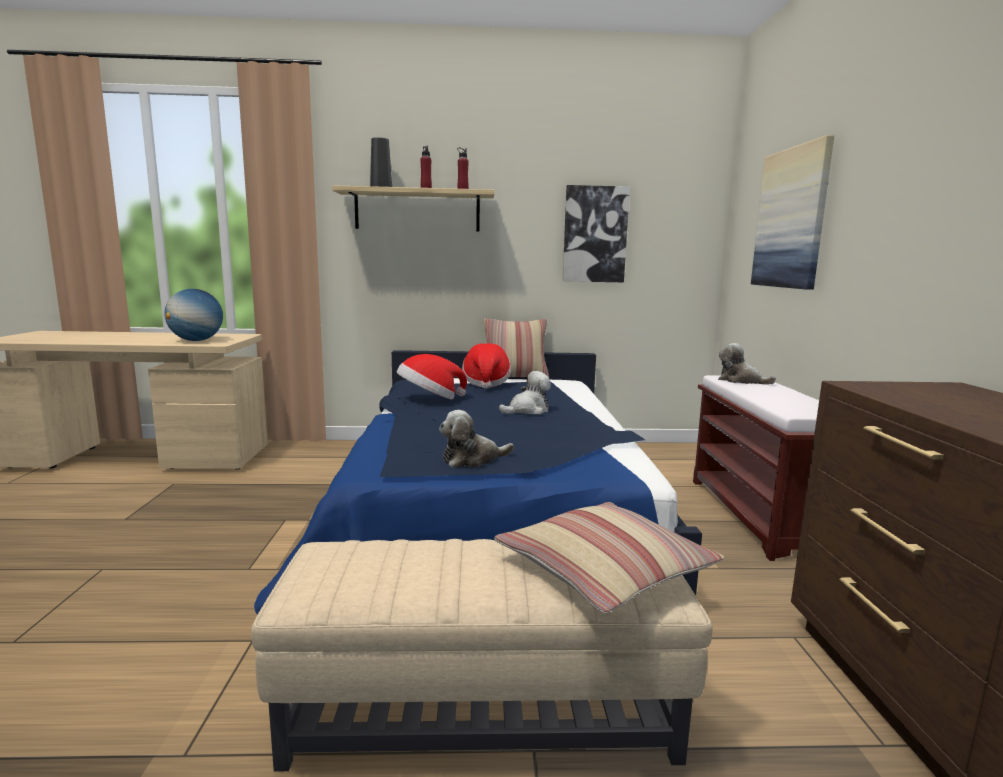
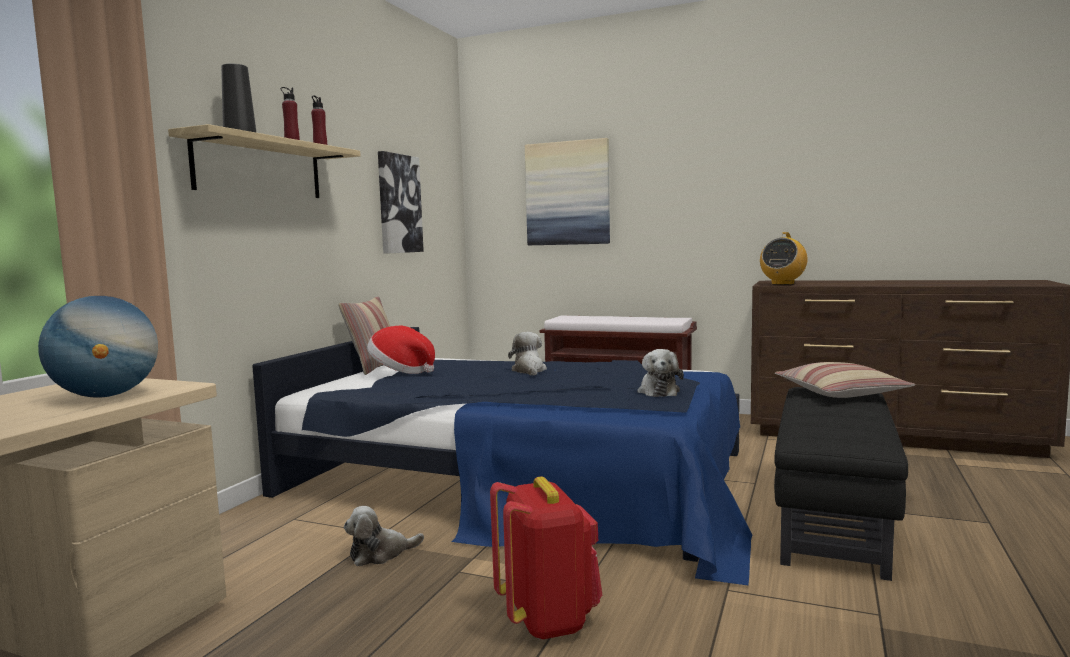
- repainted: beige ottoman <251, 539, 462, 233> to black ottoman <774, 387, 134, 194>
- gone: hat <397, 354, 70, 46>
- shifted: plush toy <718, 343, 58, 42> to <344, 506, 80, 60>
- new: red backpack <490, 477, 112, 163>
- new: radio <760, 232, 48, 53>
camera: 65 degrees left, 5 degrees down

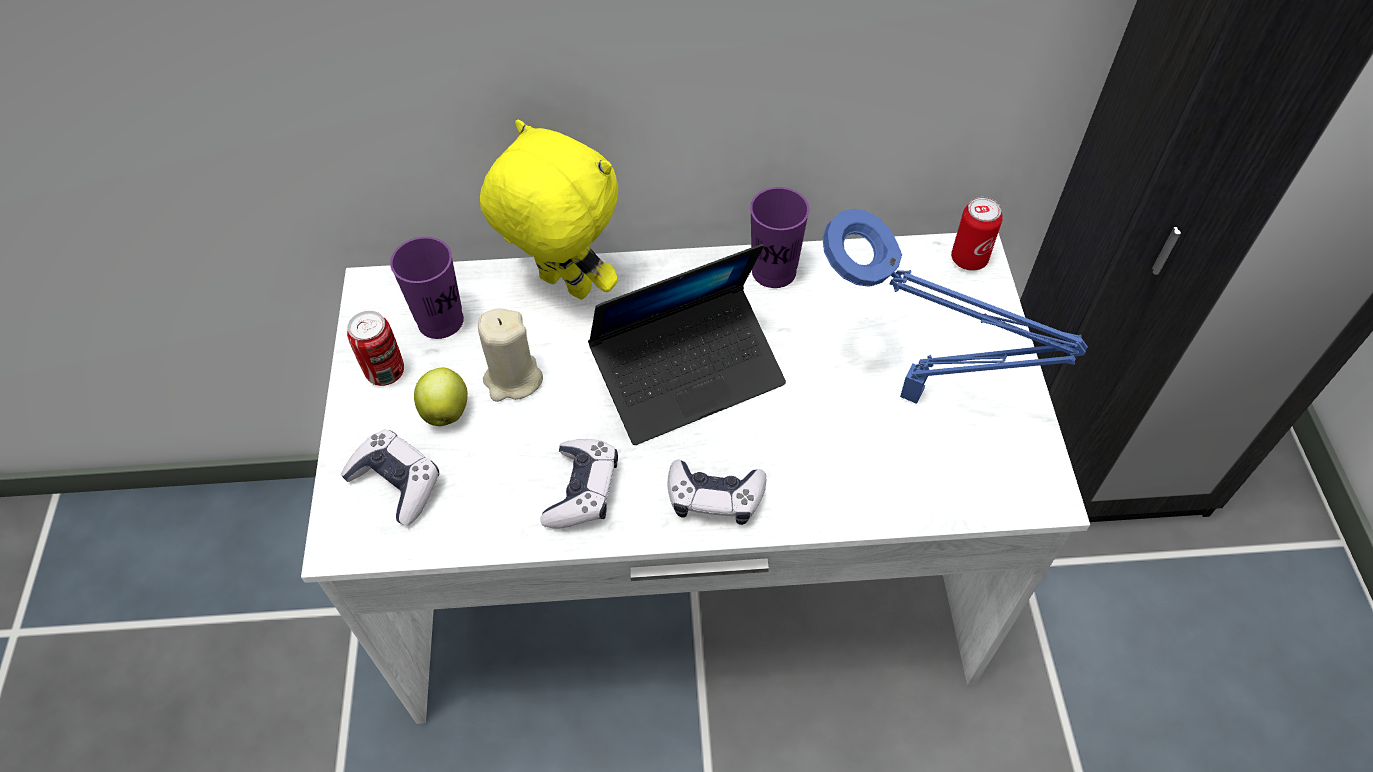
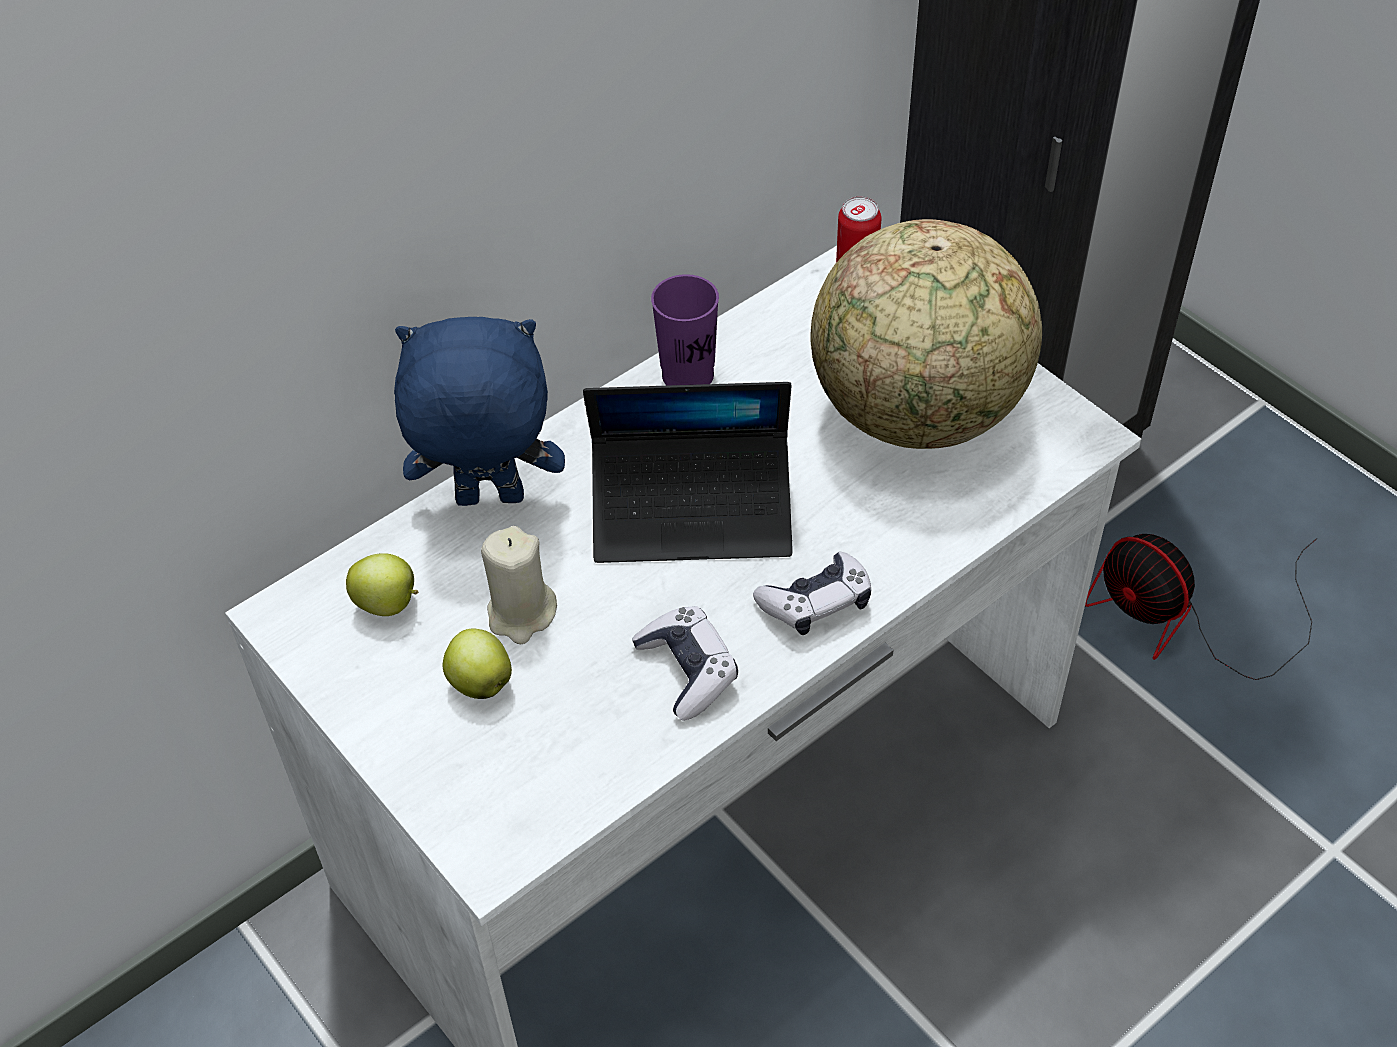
- gone: game controller <341, 429, 98, 97>
- gone: can <347, 311, 57, 75>
- swapped: purple cup <390, 237, 74, 102> to apple <346, 553, 72, 63>
- repainted: yellow plush toy <480, 120, 138, 180> to blue plush toy <394, 317, 171, 189>
- rotated: laptop <588, 244, 198, 201> = <583, 382, 210, 181> 60 degrees clockwise
- swapped: blue table lamp <822, 209, 266, 195> to globe <810, 219, 232, 230>
- new: fan <1085, 534, 232, 146>
camera: 35 degrees left, 5 degrees down

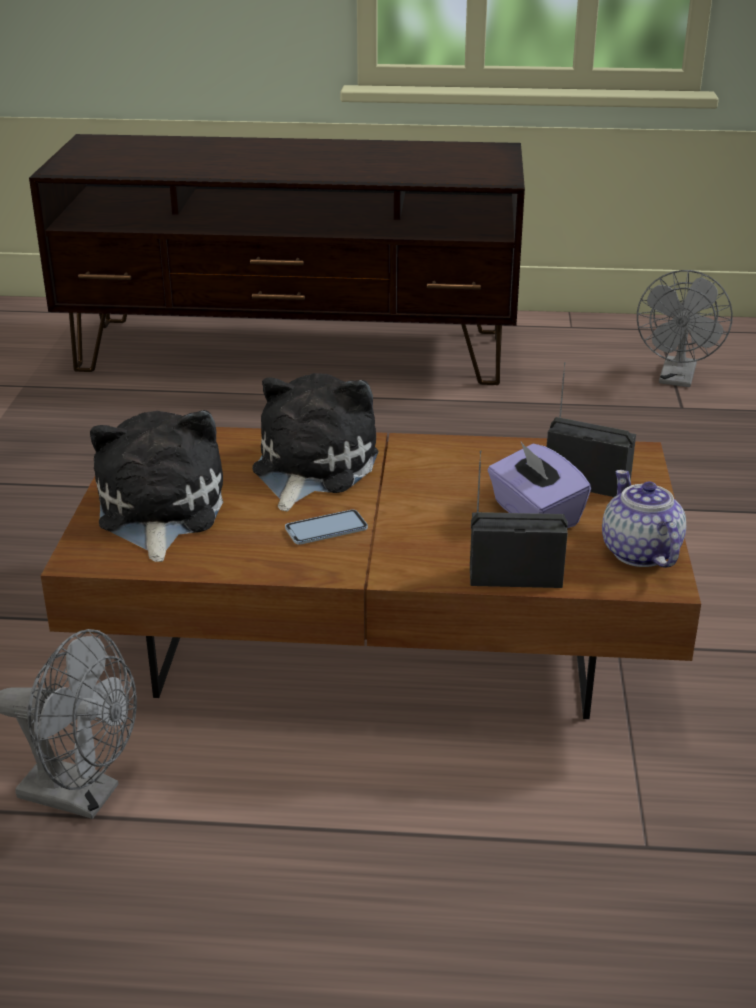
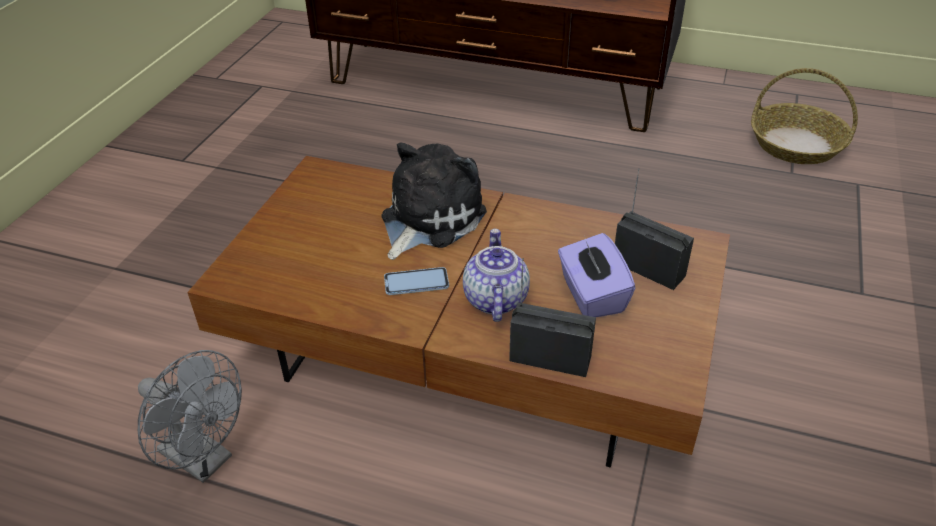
- gone: plush toy <90, 410, 133, 152>
- shifted: teapot <602, 470, 84, 98> to <463, 229, 67, 93>
- swapped: grey fan <637, 270, 96, 117> to basket <751, 68, 107, 96>
camera: 15 degrees right, 10 degrees up

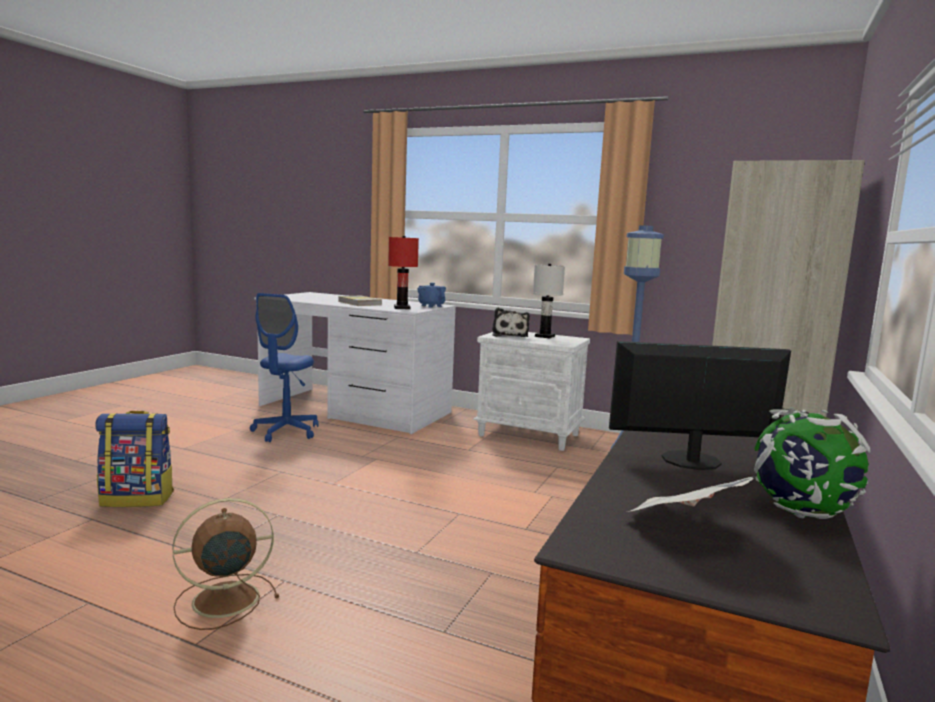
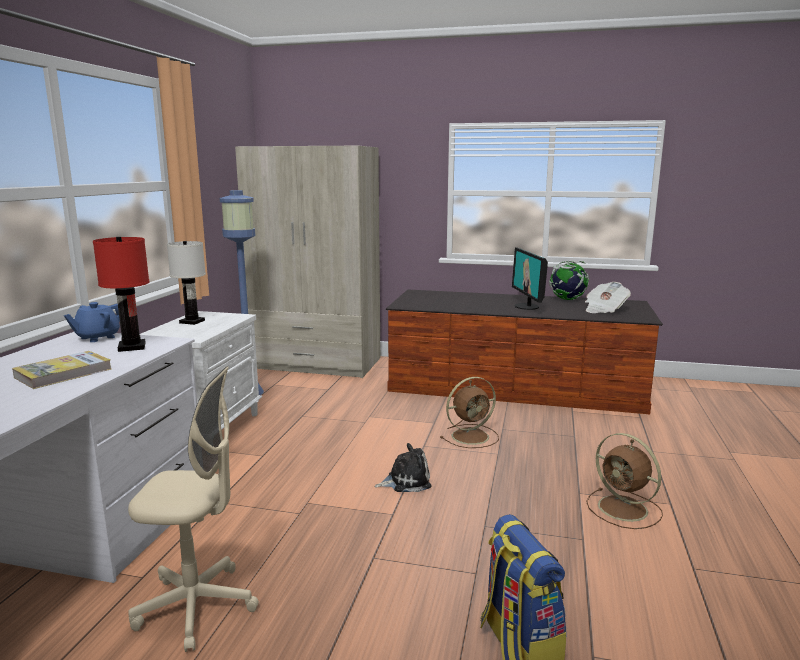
- repainted: blue office chair <250, 293, 69, 149> to beige office chair <128, 366, 131, 286>
- shifted: plush toy <492, 308, 38, 29> to <374, 443, 58, 49>
- new: brown fan <440, 377, 59, 71>
camera: 100 degrees left, 5 degrees up

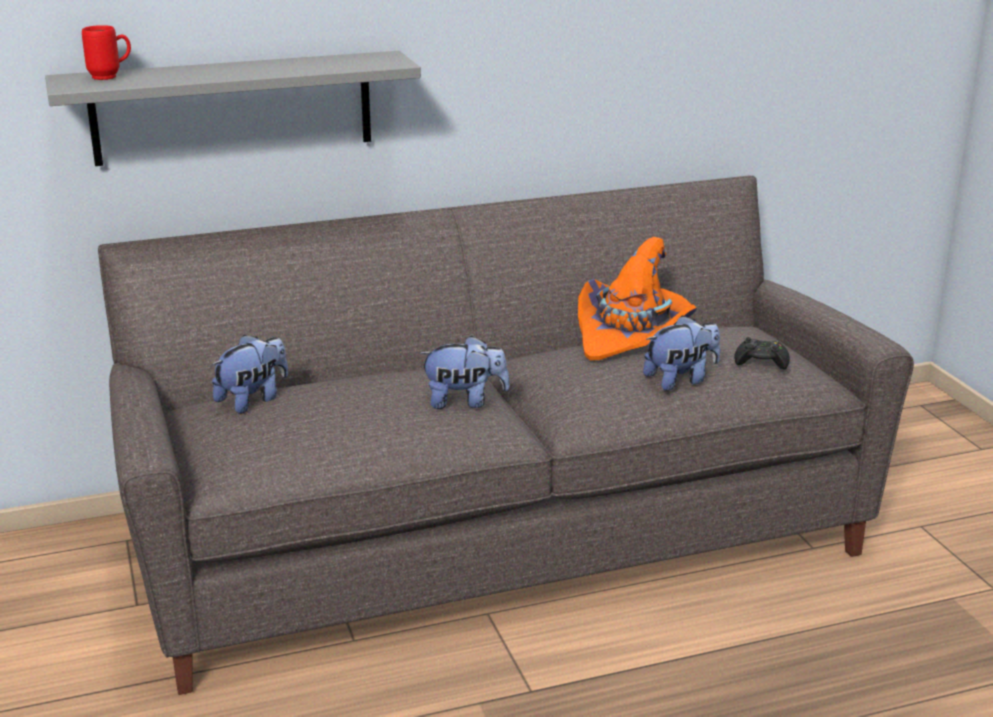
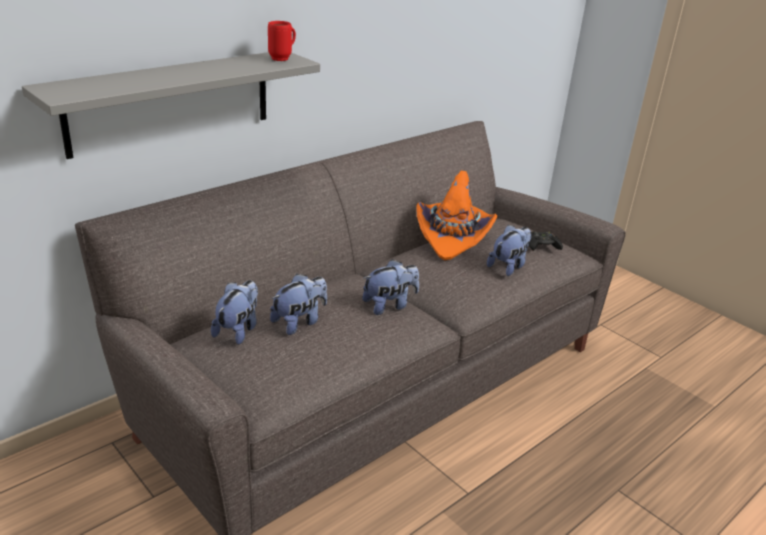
- shifted: red mug <82, 25, 49, 55> to <268, 21, 28, 40>
- new: plush toy <270, 274, 57, 61>
camera: 25 degrees left, 5 degrees up

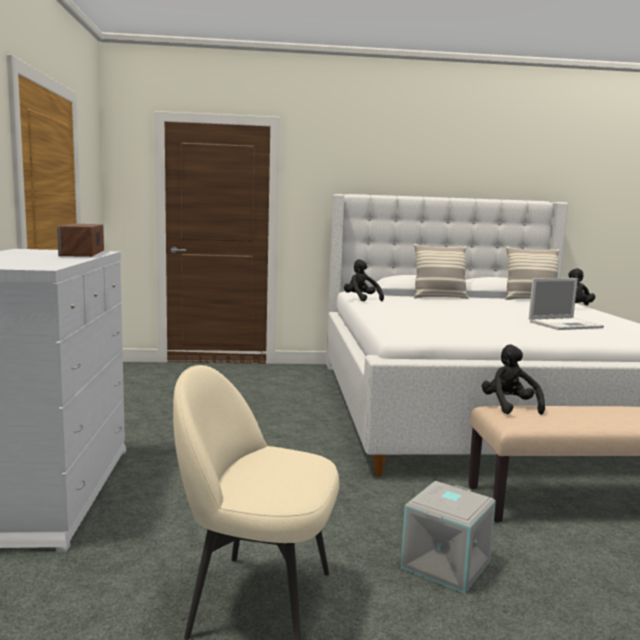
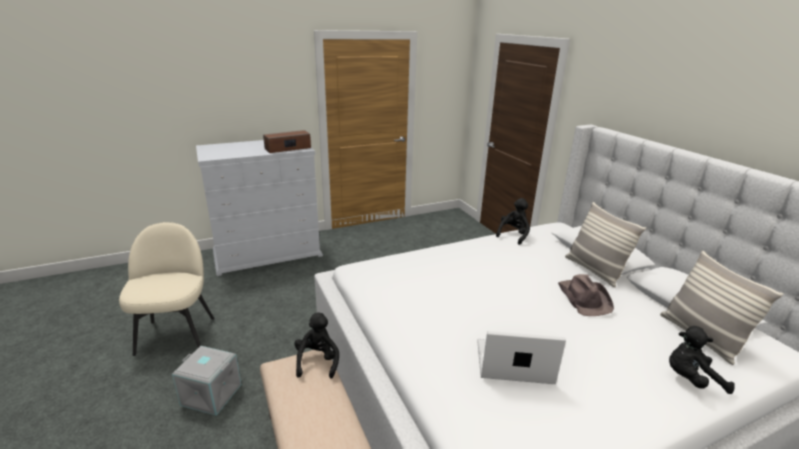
- rotated: black plush toy <482, 345, 63, 70> = <294, 312, 45, 66> 60 degrees counterclockwise
- rotated: laptop <529, 278, 75, 52> = <477, 331, 89, 53> 135 degrees clockwise
- new: brown hat <558, 274, 56, 42>
camera: 70 degrees right, 15 degrees up

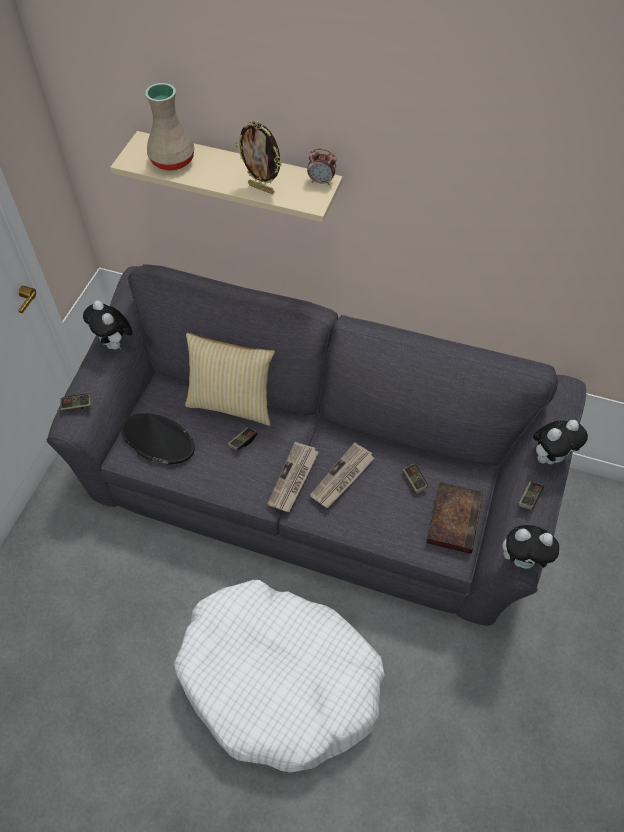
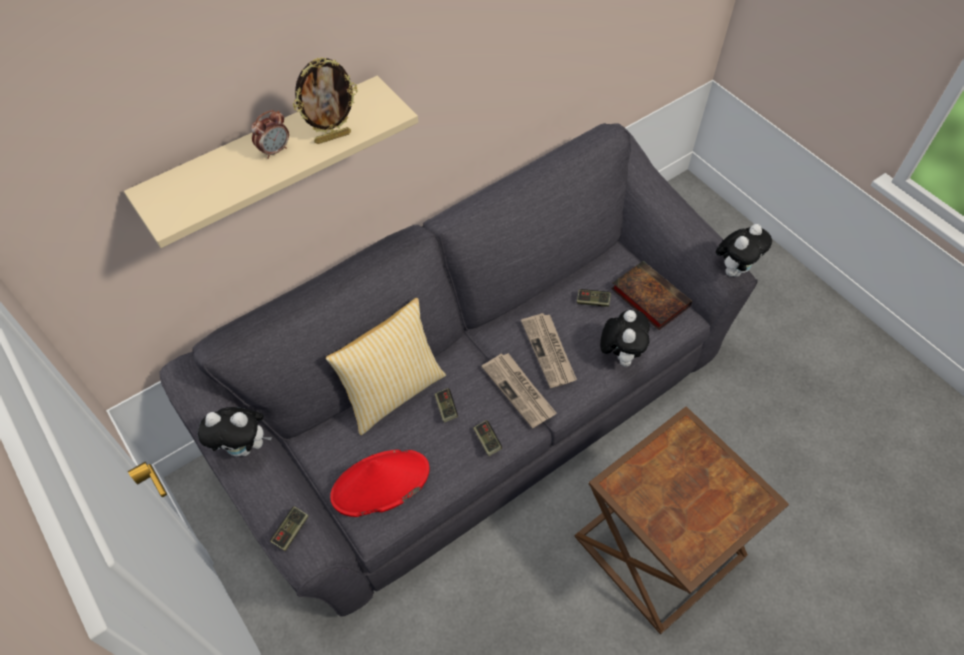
- repainted: black hat <121, 413, 74, 52> to red hat <330, 450, 100, 67>
- gone: beige vase <145, 83, 49, 88>
- swapped: white dog bed <174, 580, 211, 193> to brown side table <574, 406, 215, 228>
- shifted: alarm clock <307, 149, 29, 36> to <251, 110, 38, 49>
- shifted: game controller <518, 481, 26, 29> to <473, 420, 29, 36>
- shifted: plush toy <533, 420, 55, 44> to <600, 310, 50, 57>
camera: 55 degrees left, 0 degrees up

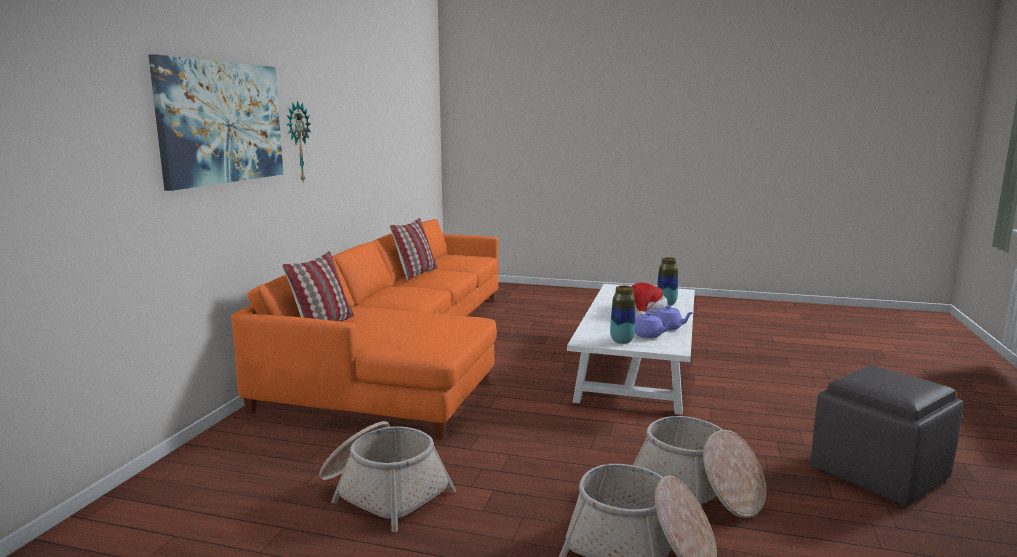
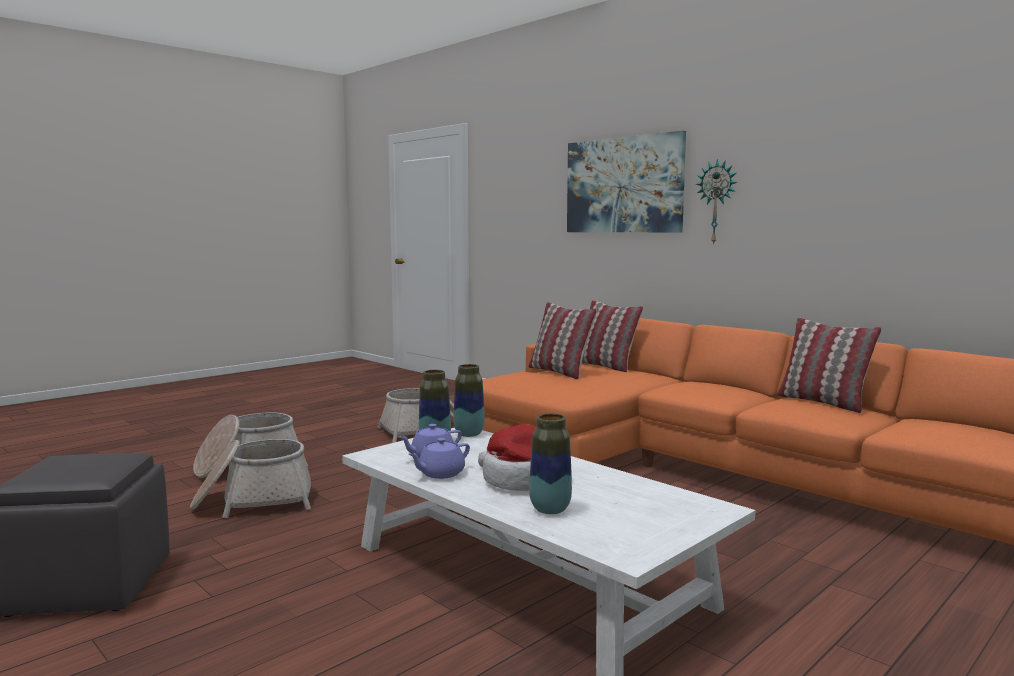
- new: vase <454, 364, 31, 73>
- new: pillow <528, 302, 69, 77>
camera: 120 degrees right, 5 degrees down

